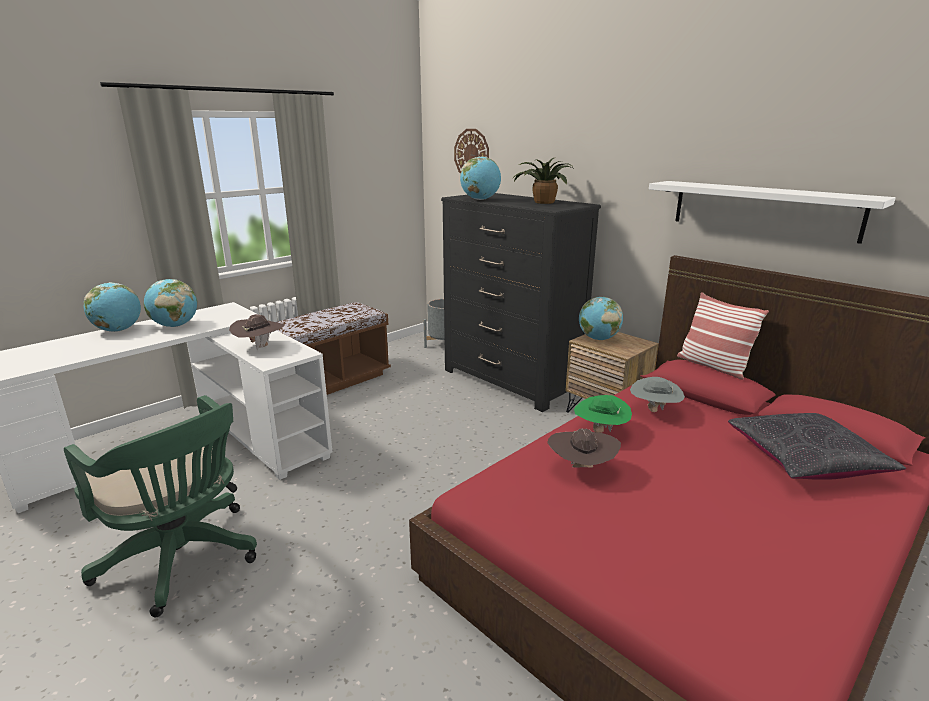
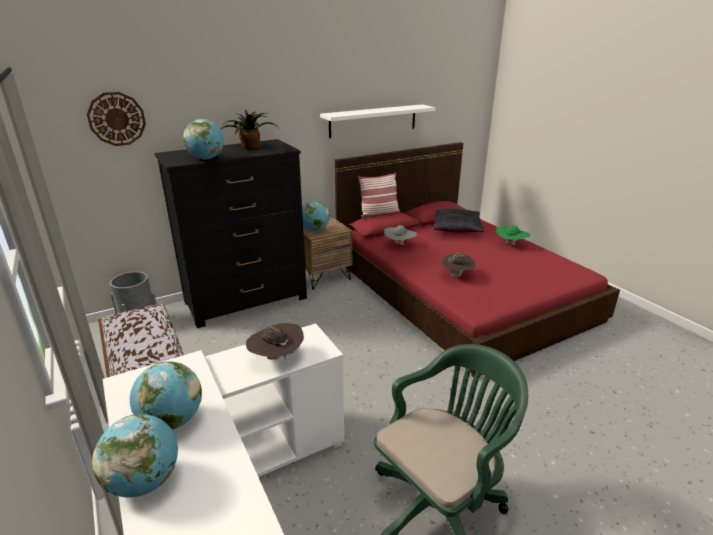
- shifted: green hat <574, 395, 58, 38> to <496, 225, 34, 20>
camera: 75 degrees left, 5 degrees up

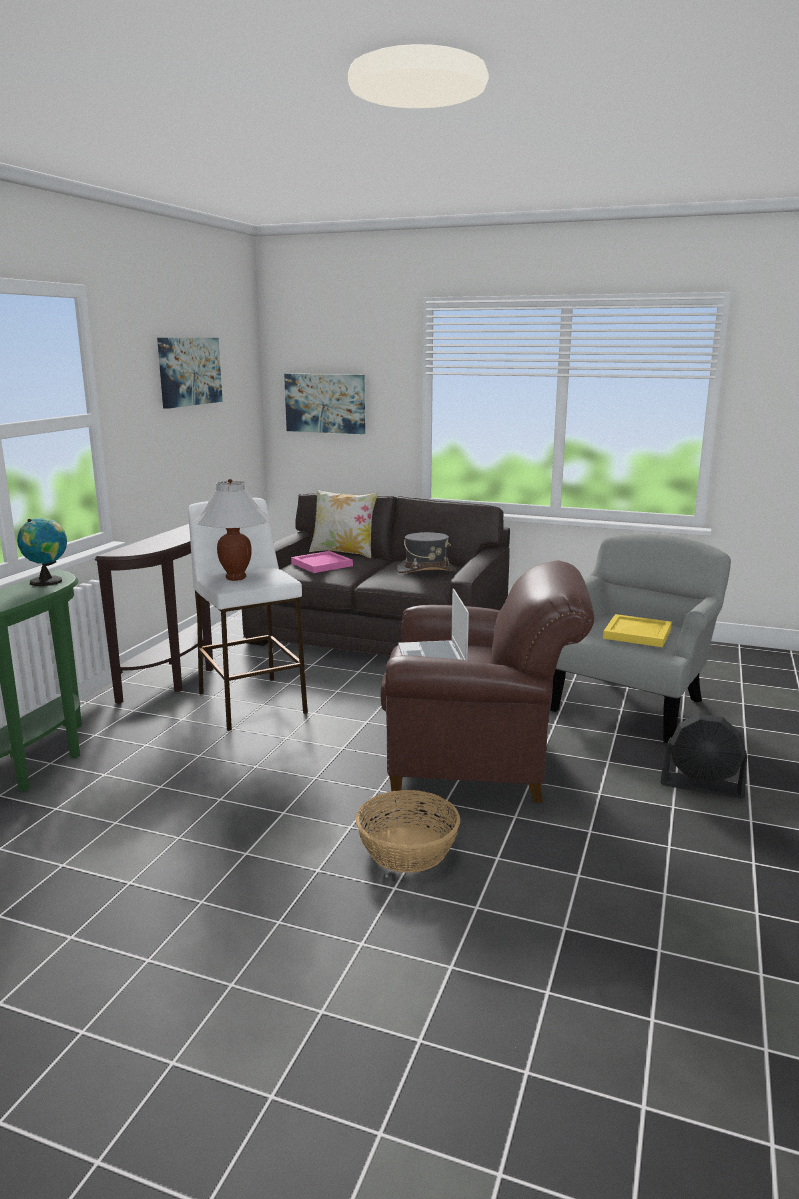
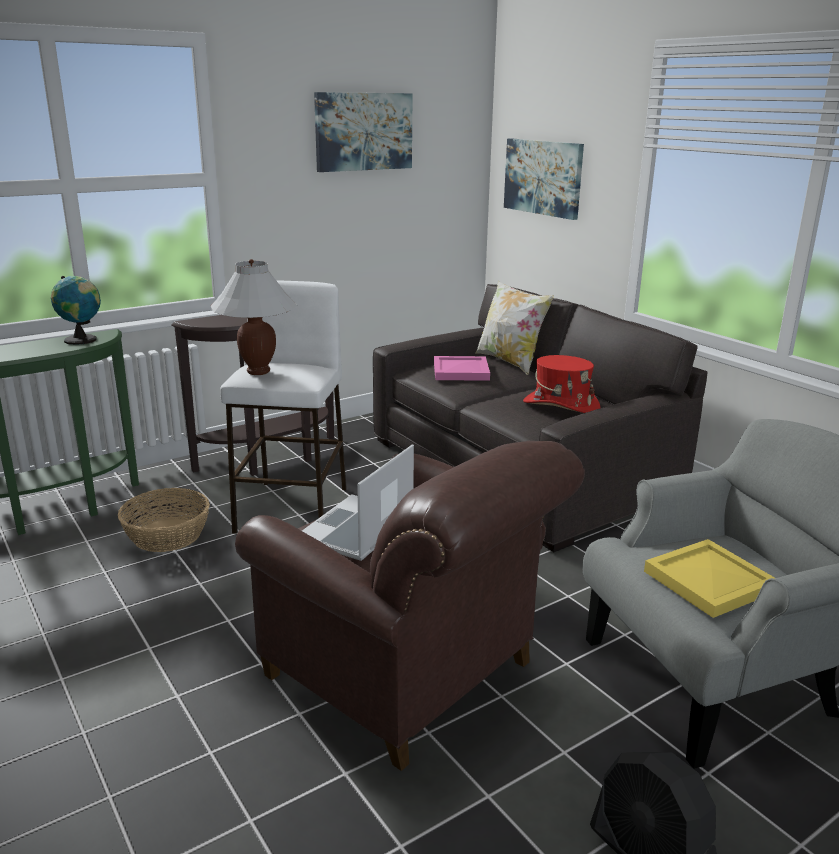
- shifted: basket <356, 790, 104, 83> to <118, 488, 92, 64>
- repainted: grey hat <397, 532, 59, 41> to red hat <523, 355, 78, 58>
camera: 35 degrees right, 5 degrees up

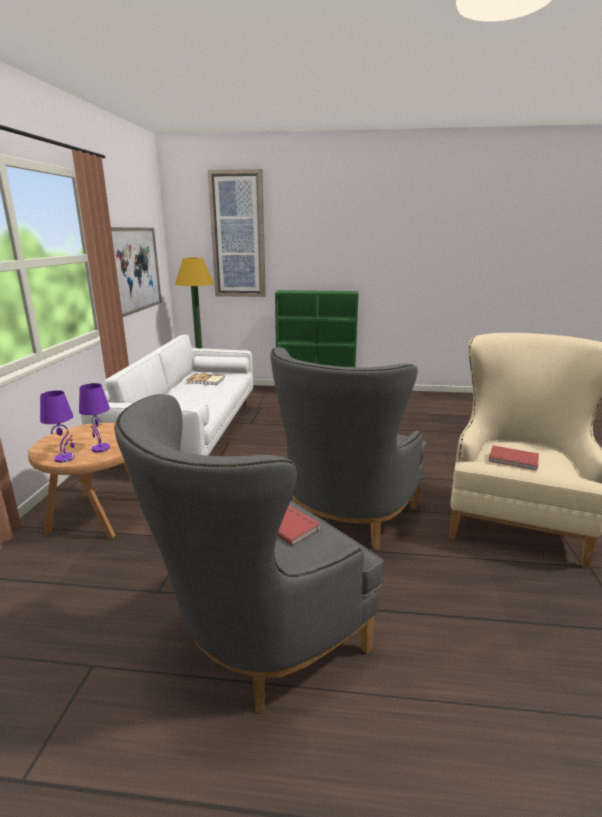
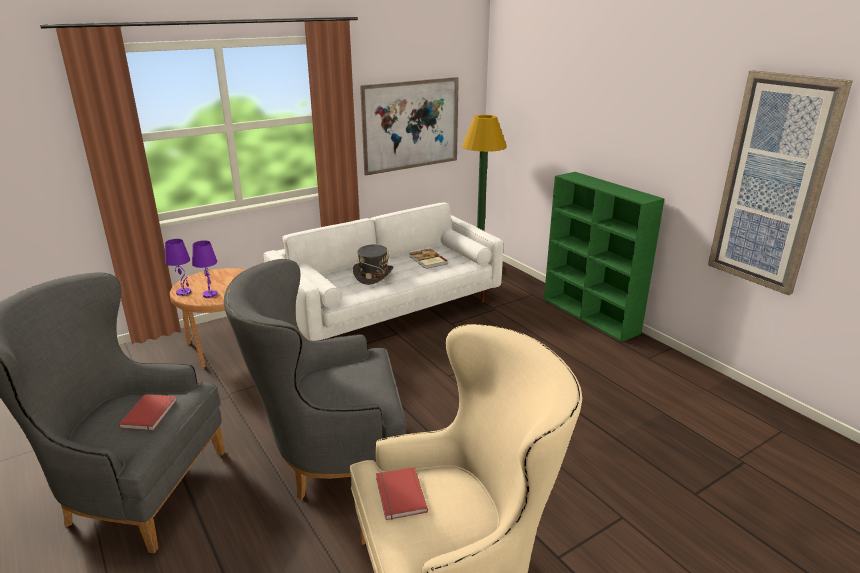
- shifted: picture <208, 169, 58, 128> to <708, 70, 145, 226>
- new: grey hat <353, 244, 40, 41>
camera: 50 degrees right, 5 degrees up

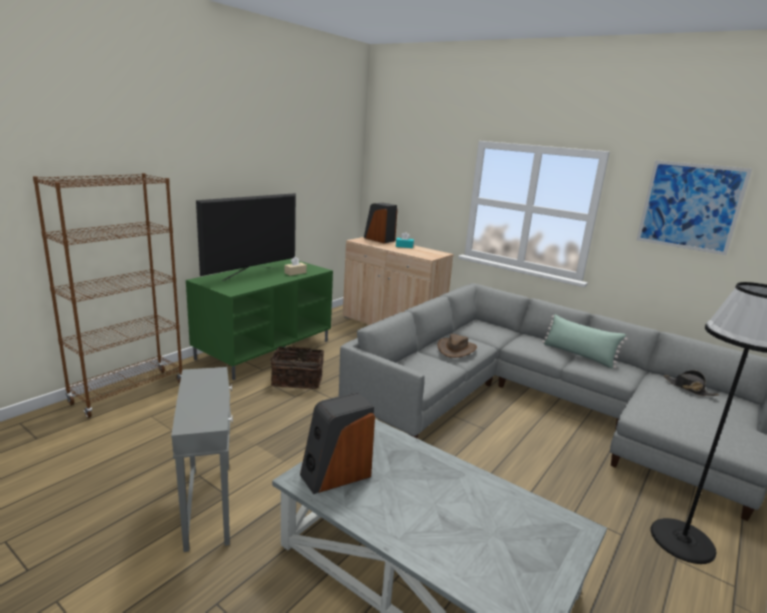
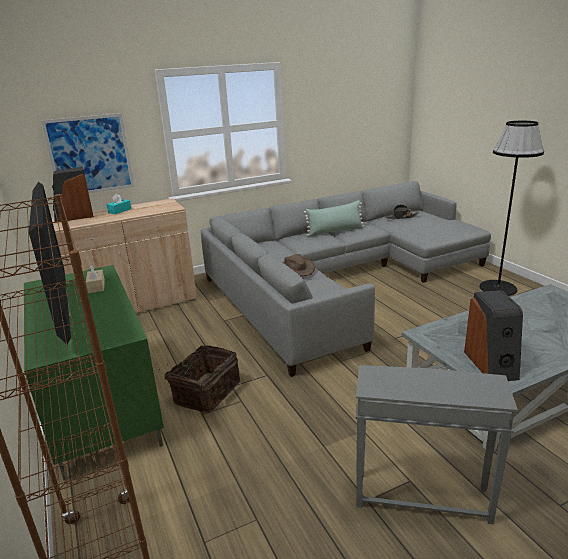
- shifted: picture <636, 160, 116, 95> to <41, 113, 93, 80>
camera: 60 degrees left, 5 degrees up

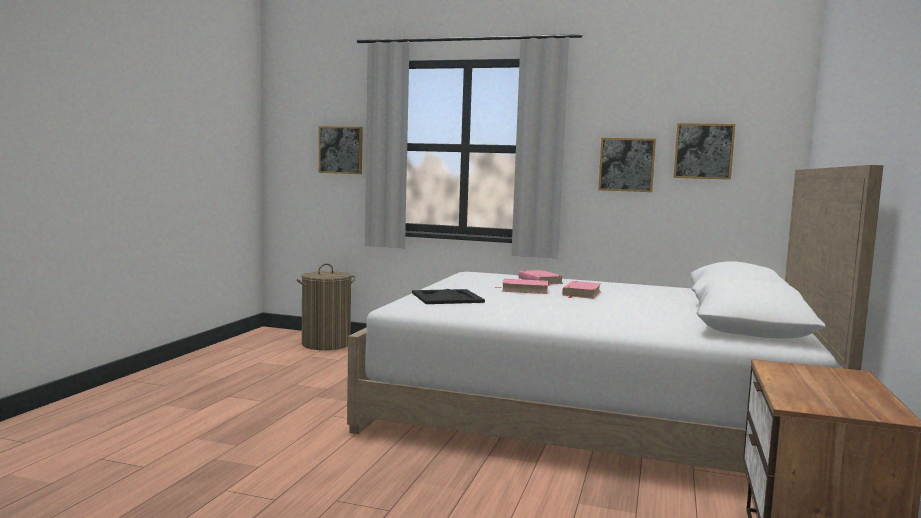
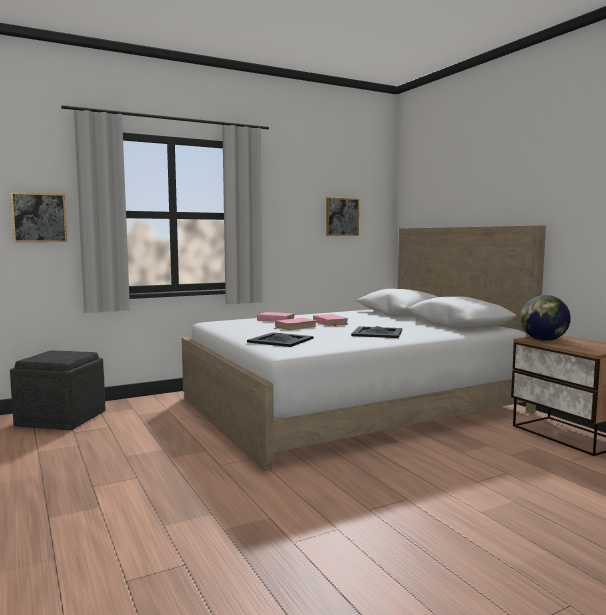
- swapped: laundry basket <297, 263, 58, 87> to grey ottoman <10, 350, 96, 80>
- gone: picture <598, 138, 58, 54>
- new: black tray <351, 326, 51, 12>
- new: globe <521, 295, 50, 46>
camera: 45 degrees left, 0 degrees up

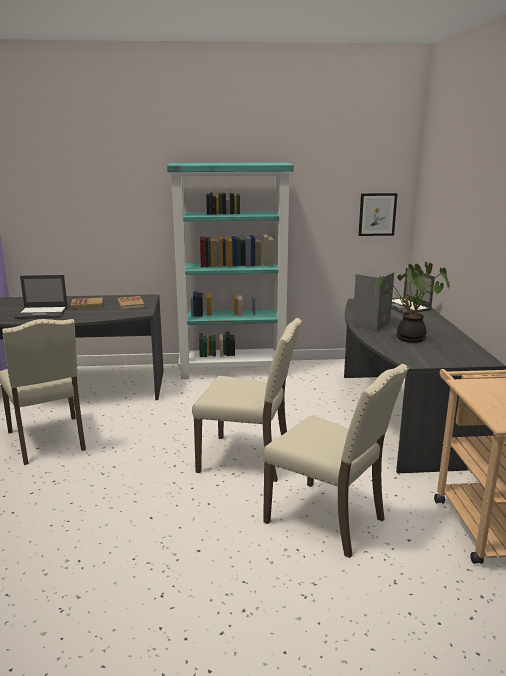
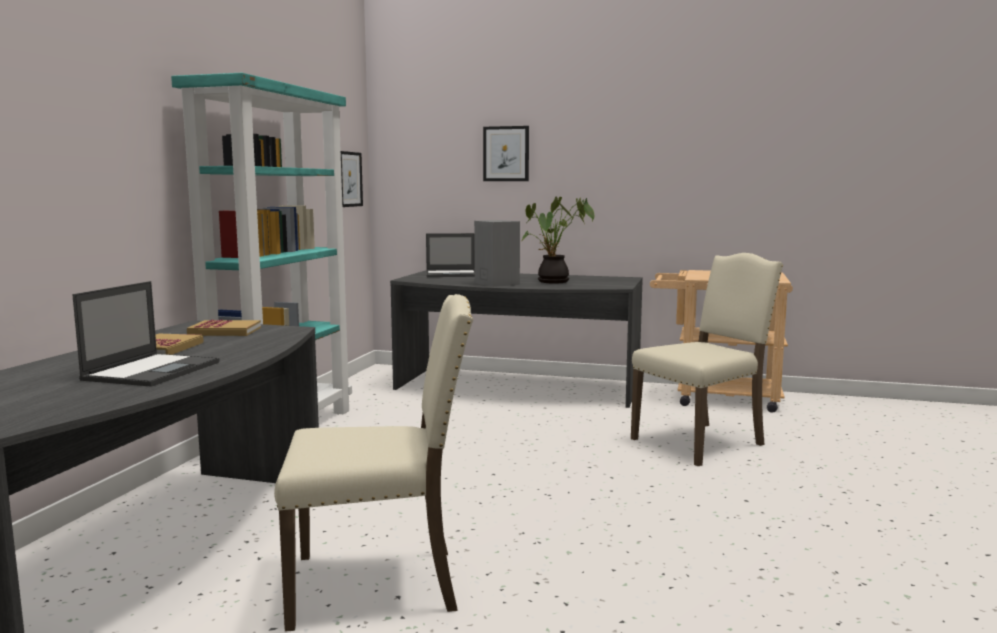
- gone: beige chair <192, 318, 110, 164>
- new: picture <483, 126, 46, 55>
camera: 70 degrees left, 10 degrees down

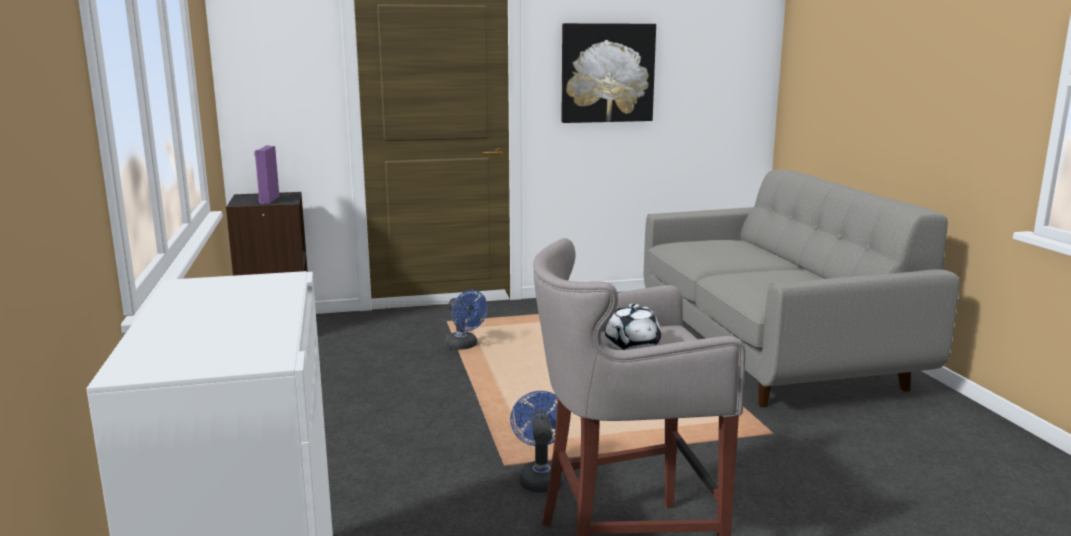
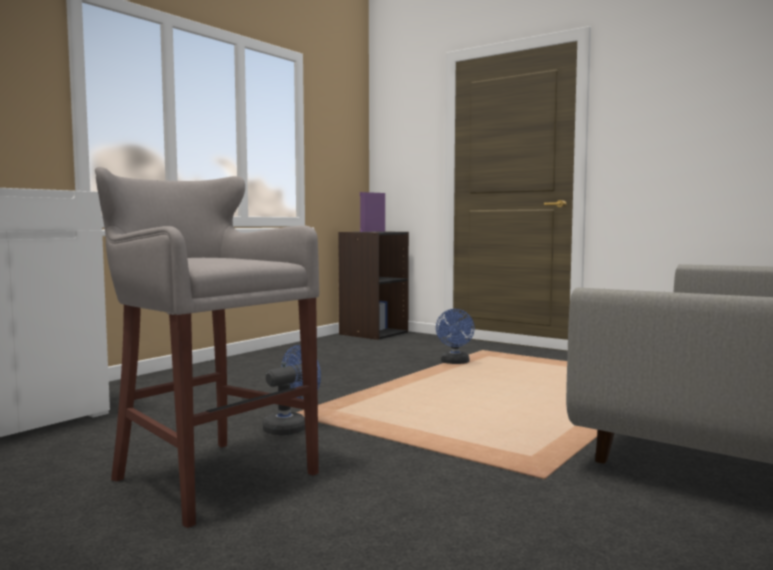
- gone: picture <561, 23, 95, 100>
- gone: white teapot <605, 304, 56, 46>
camera: 50 degrees right, 10 degrees down

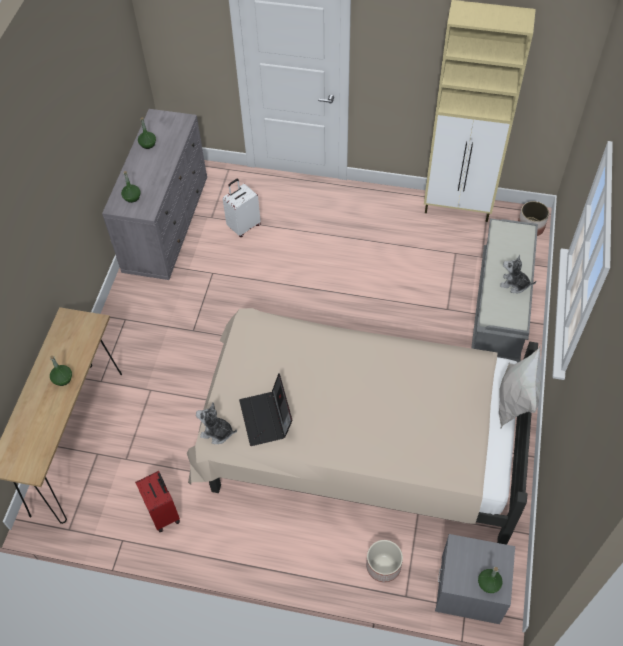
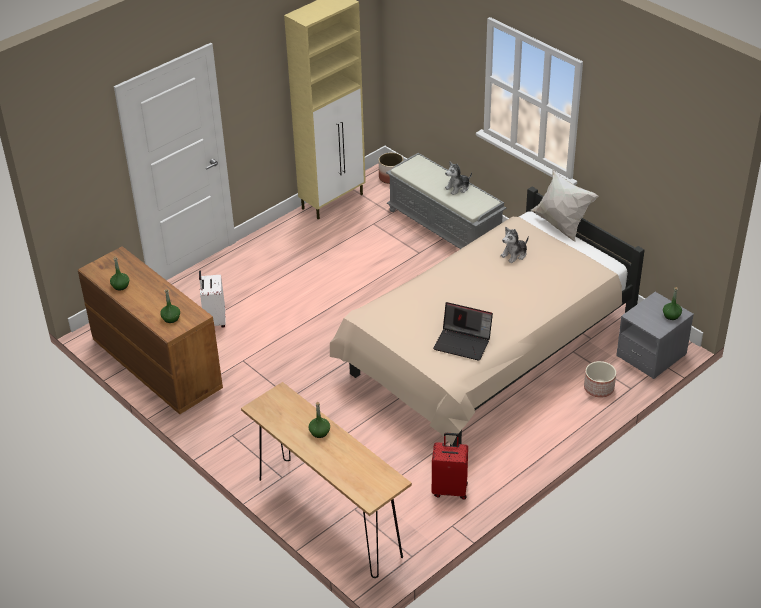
- repainted: grey dresser <102, 109, 105, 171> to brown dresser <78, 246, 145, 168>
- shifted: plush toy <196, 402, 41, 42> to <501, 227, 28, 36>
camera: 55 degrees left, 15 degrees down

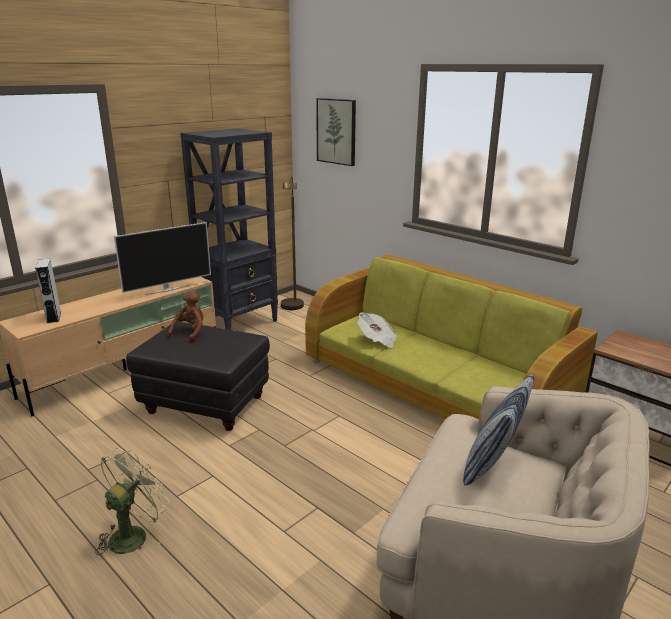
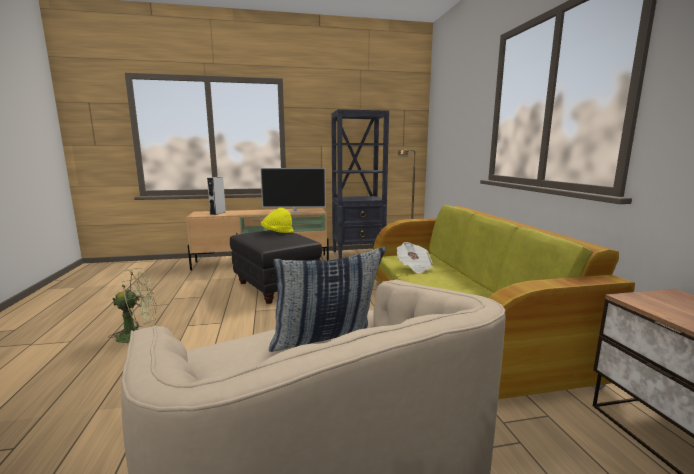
- swapped: brown plush toy <168, 291, 35, 52> to yellow hat <261, 208, 33, 25>
- gone: picture <316, 98, 40, 68>
camera: 35 degrees right, 10 degrees down

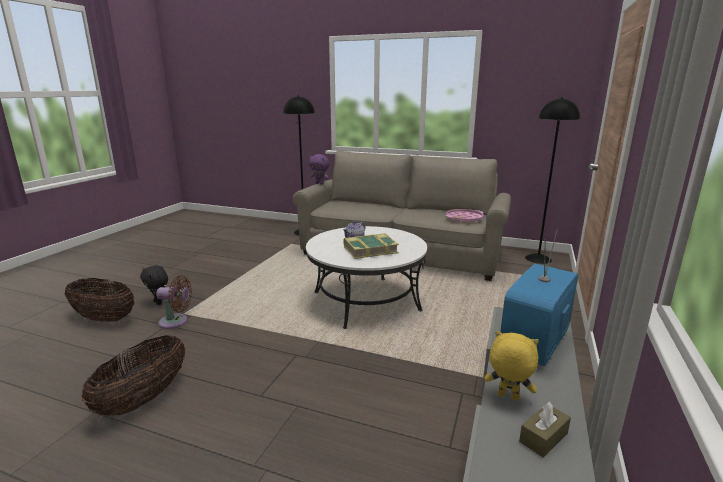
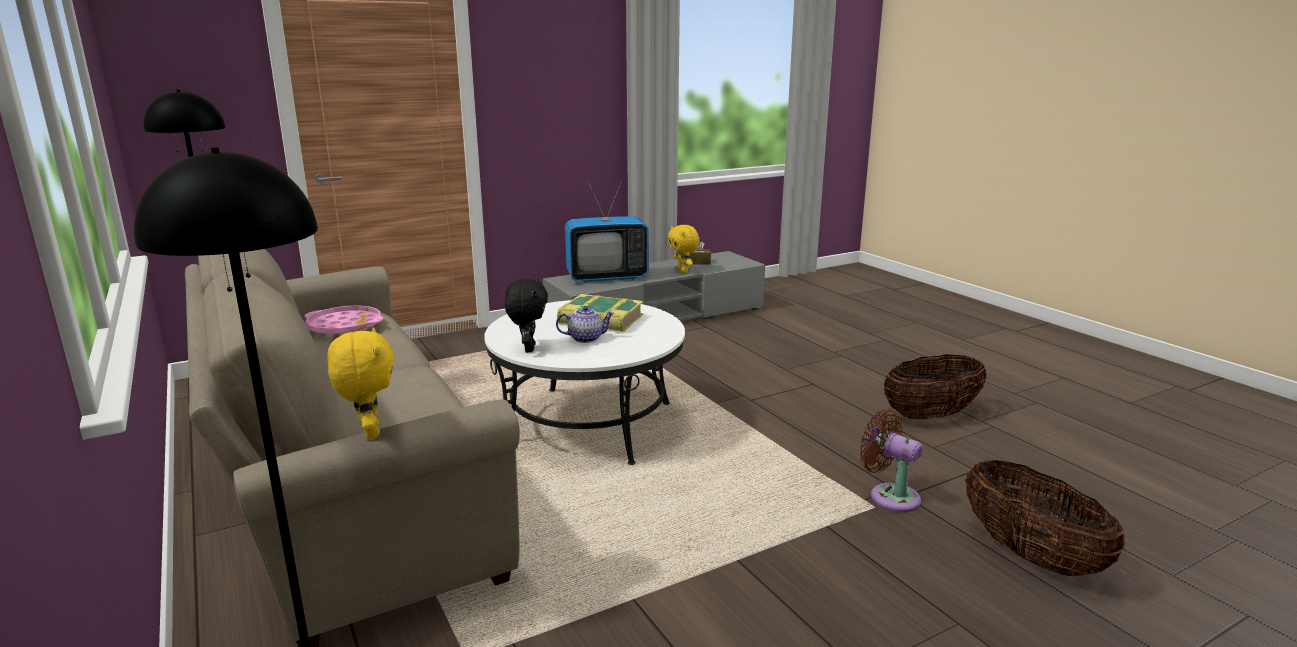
- shifted: black plush toy <140, 265, 28, 40> to <505, 278, 43, 74>
- repainted: purple plush toy <309, 154, 20, 31> to yellow plush toy <327, 328, 67, 111>
camera: 140 degrees left, 0 degrees up

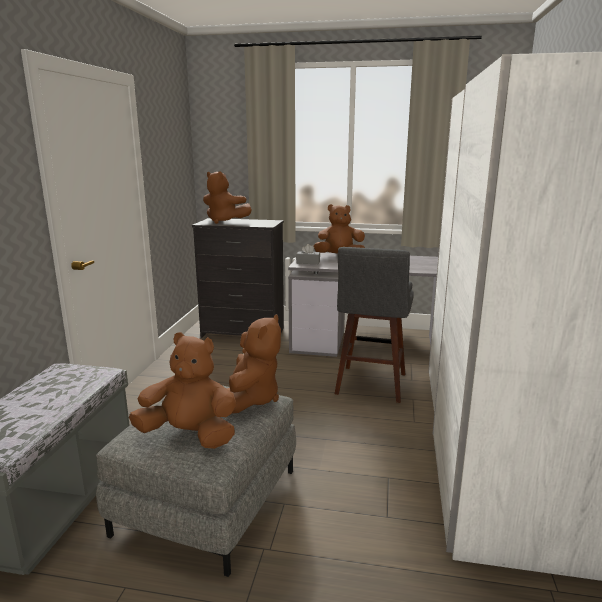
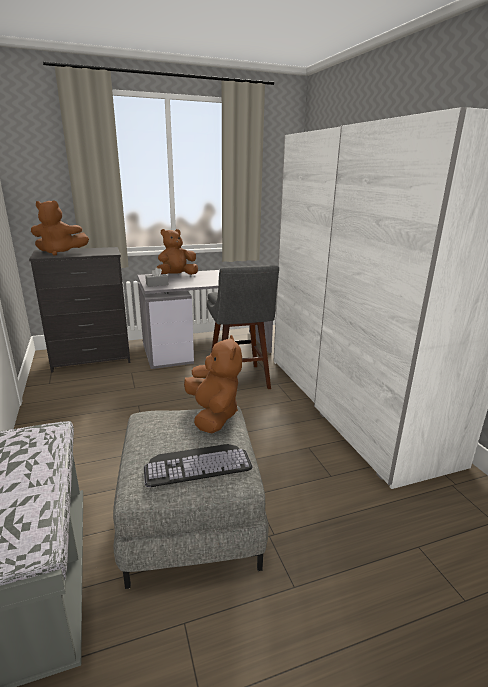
- swapped: brown plush toy <129, 332, 108, 117> to keyboard <144, 444, 108, 43>
camera: 30 degrees left, 5 degrees up

